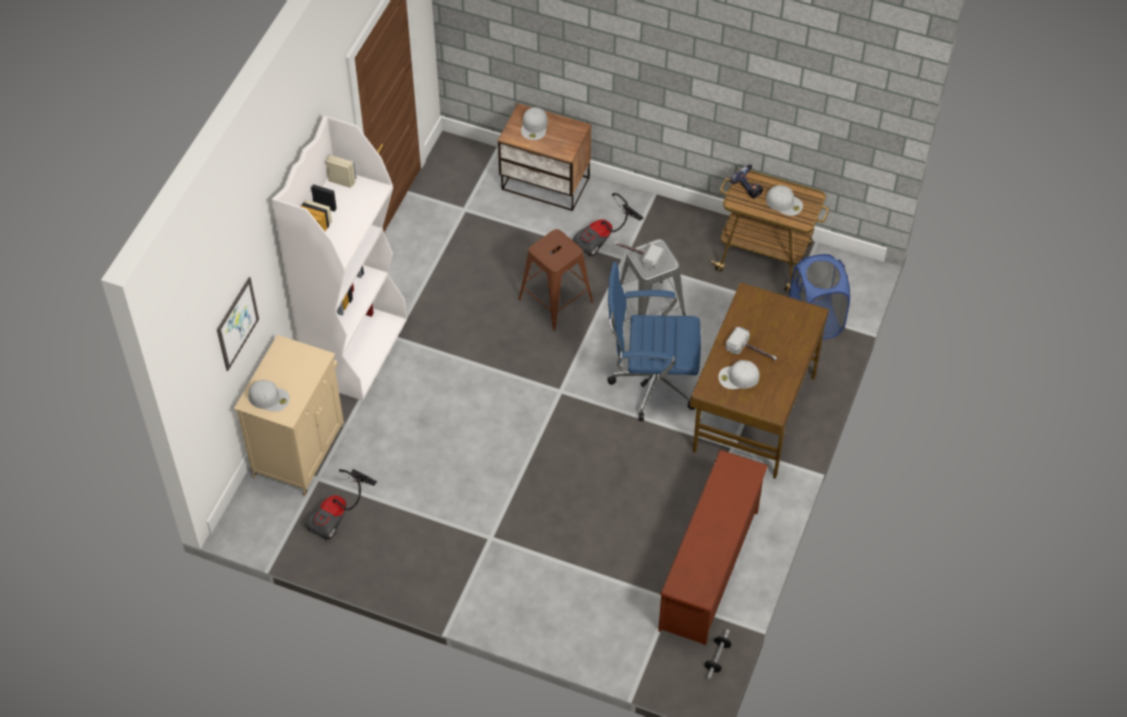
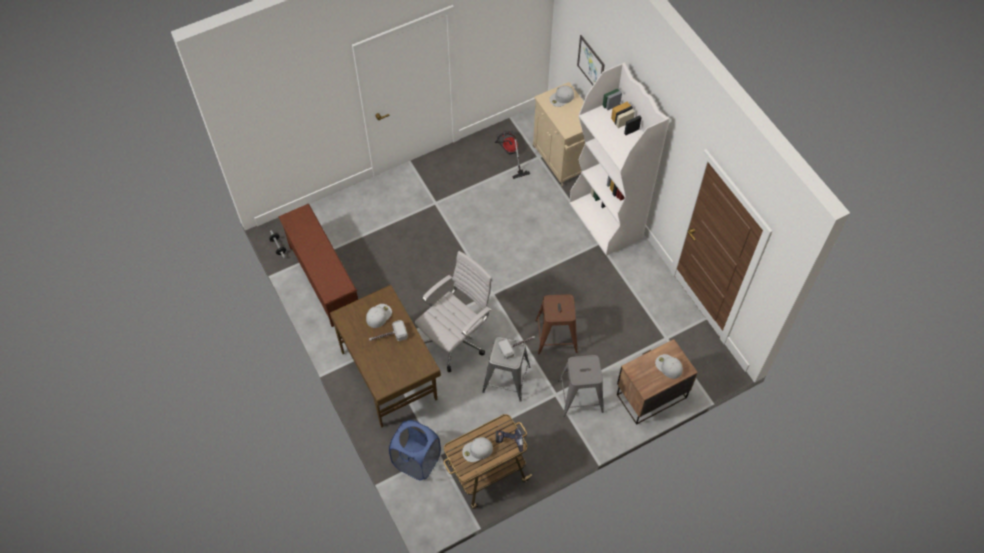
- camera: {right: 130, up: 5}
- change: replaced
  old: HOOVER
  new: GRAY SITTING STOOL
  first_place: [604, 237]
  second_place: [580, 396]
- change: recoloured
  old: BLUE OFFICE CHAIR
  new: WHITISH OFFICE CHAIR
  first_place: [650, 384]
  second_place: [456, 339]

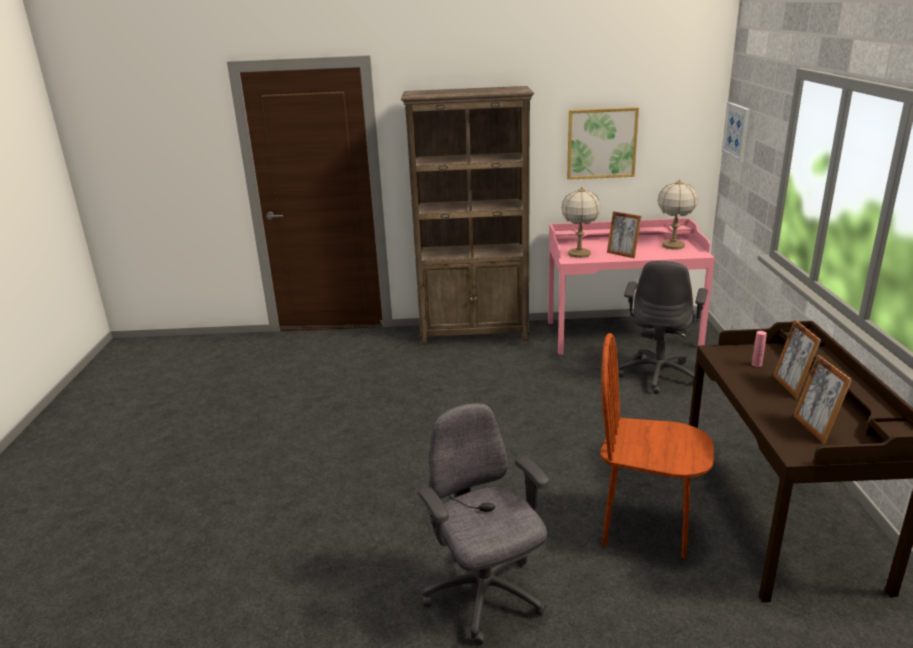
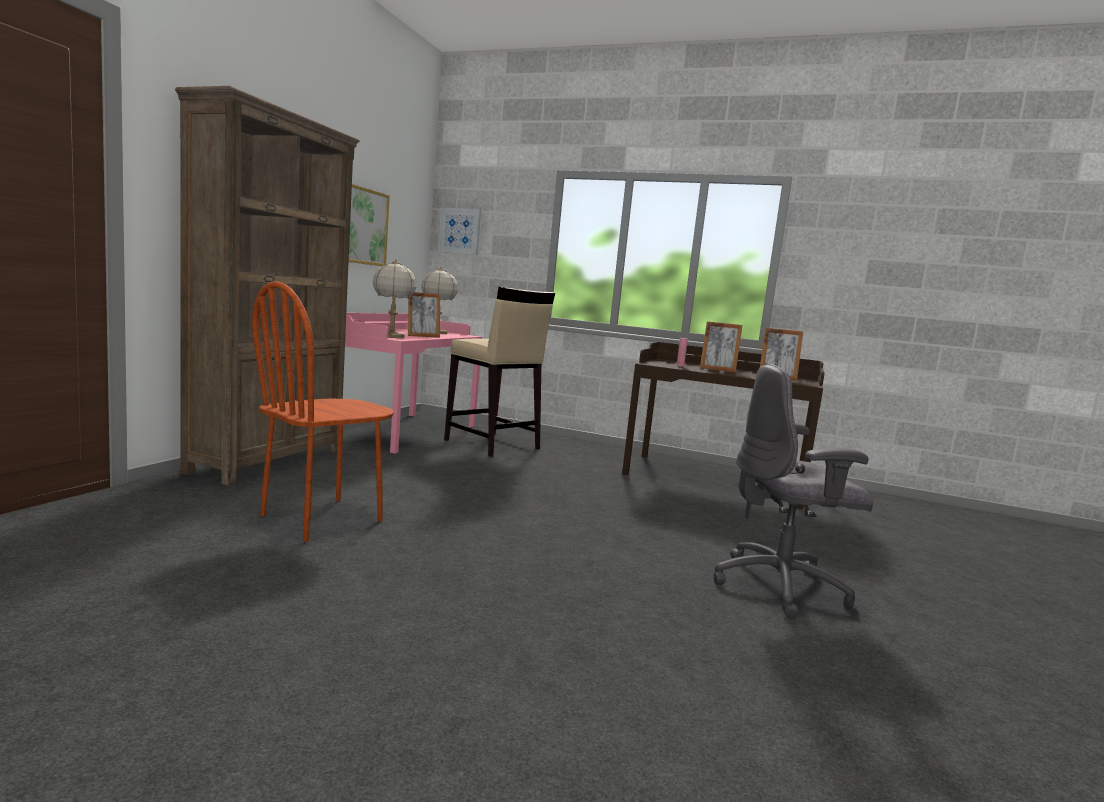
- camera: {right: -70, up: -15}
- change: moved
  old: BROWN-COLOURED PLAIN CHAIR
  first_place: [645, 527]
  second_place: [322, 518]
- change: replaced
  old: GRAY OFFICE CHAIR
  new: SAND-COLOURED SITTING STOOL
  first_place: [658, 374]
  second_place: [492, 444]

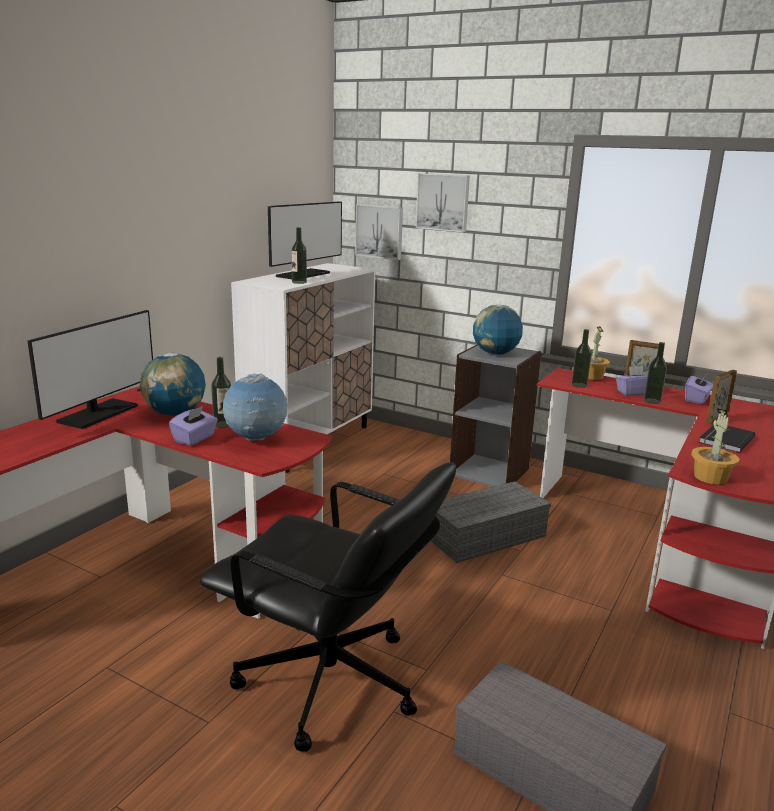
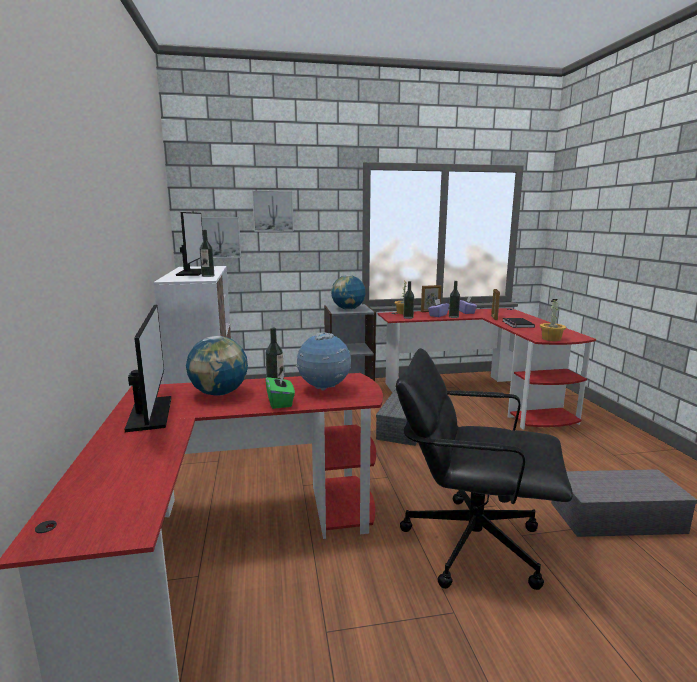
- camera: {right: -40, up: -5}
- change: recoloured
  old: PURPLE-COLOURED BOX OF TISSUES
  new: GREEN-COLOURED BOX OF TISSUES
  first_place: [195, 438]
  second_place: [280, 402]
- change: turned
  old: BLACKISH OFFICE CHAIR
  first_place: [330, 683]
  second_place: [471, 542]
  degrees: -150

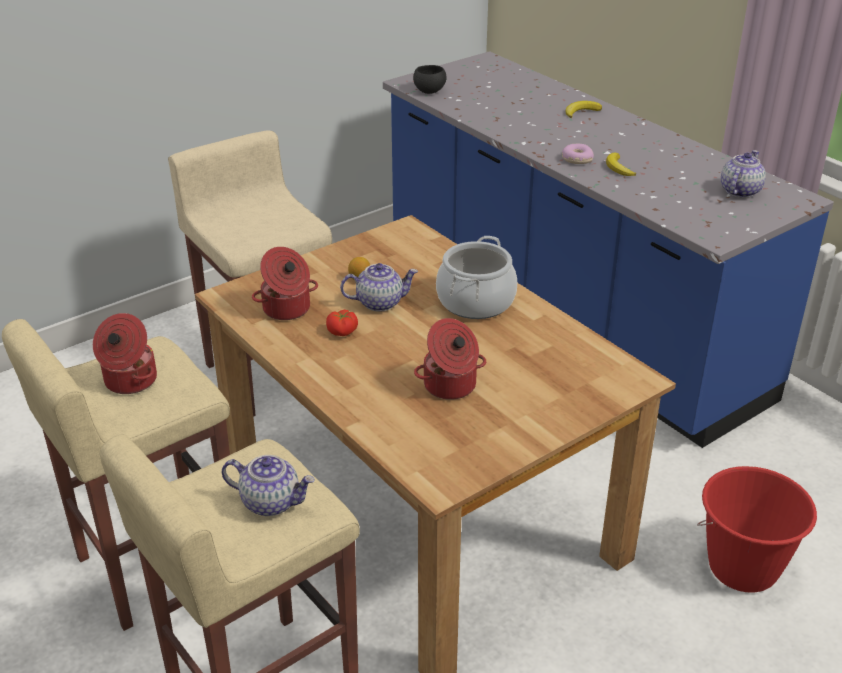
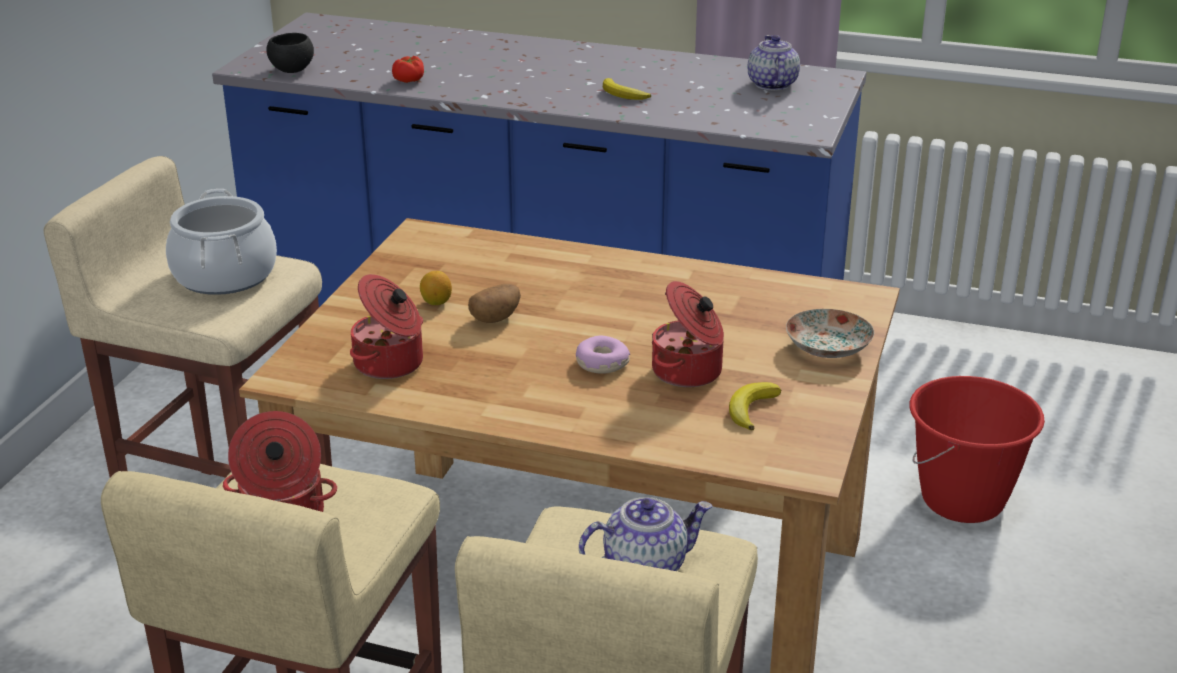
- camera: {right: -35, up: -5}
- change: added
  new: FLAT DISH
  second_place: [827, 349]
- change: moved
  old: FRESH TOMATO
  first_place: [342, 332]
  second_place: [410, 80]
- change: moved
  old: STOCKPOT
  first_place: [475, 301]
  second_place: [224, 275]
- change: moved
  old: RING DOUGHNUT
  first_place: [576, 159]
  second_place: [601, 363]
- change: moved
  old: BANANA FRUIT
  first_place: [581, 112]
  second_place: [751, 409]
- change: replaced
  old: TEA POT
  new: POTATO
  first_place: [380, 302]
  second_place: [495, 318]

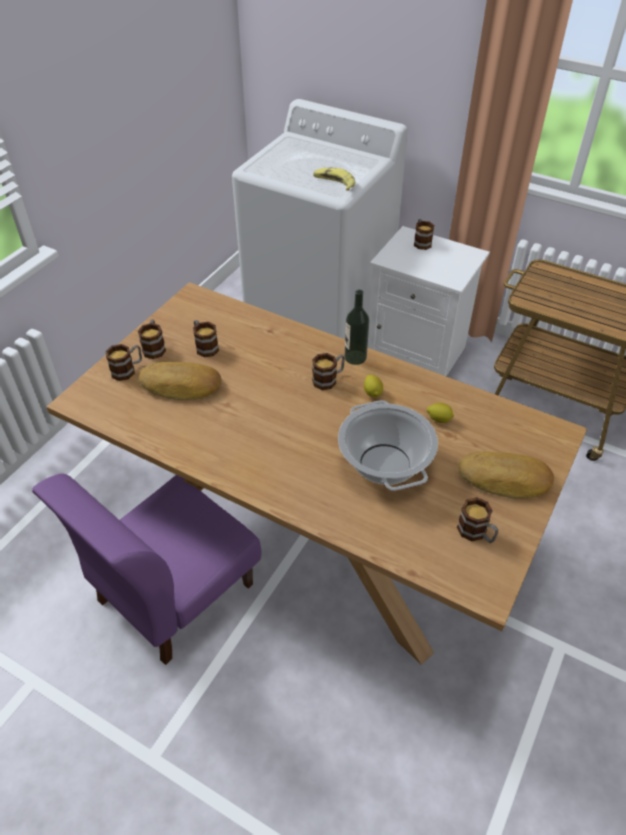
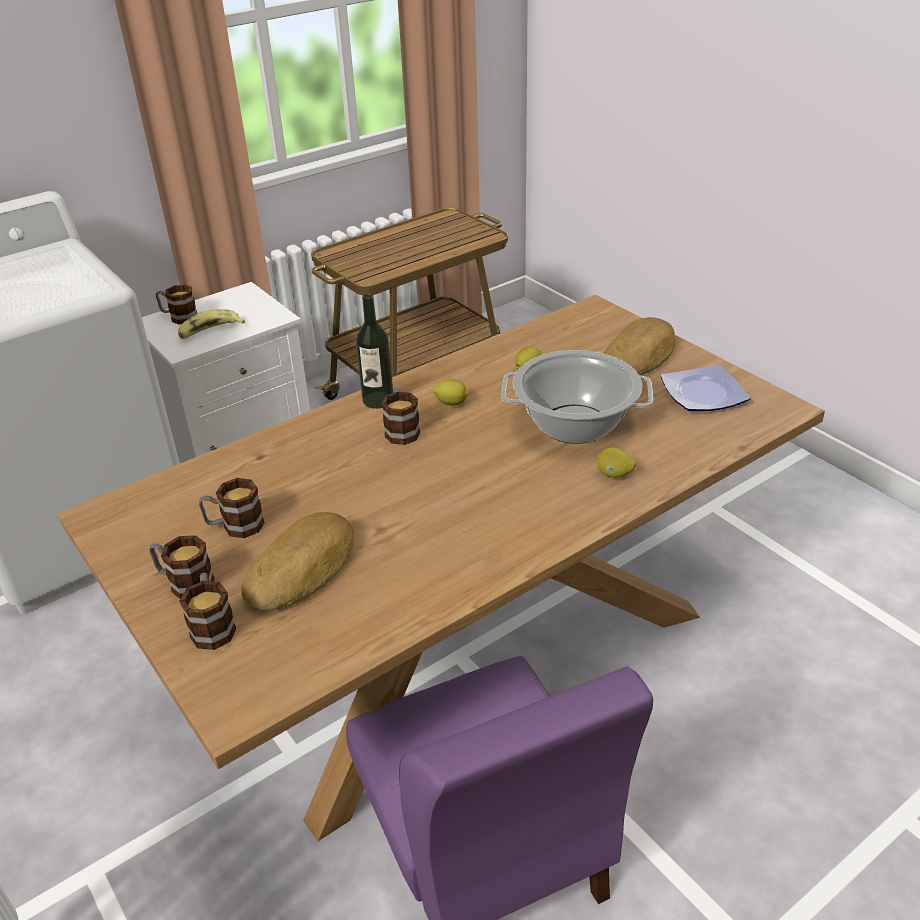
- camera: {right: -65, up: -10}
- change: added
  new: CITRUS FRUIT
  second_place: [614, 475]
- change: moved
  old: BANANA FRUIT
  first_place: [334, 183]
  second_place: [210, 331]
- change: replaced
  old: MUG
  new: FLAT DISH
  first_place: [476, 533]
  second_place: [704, 393]

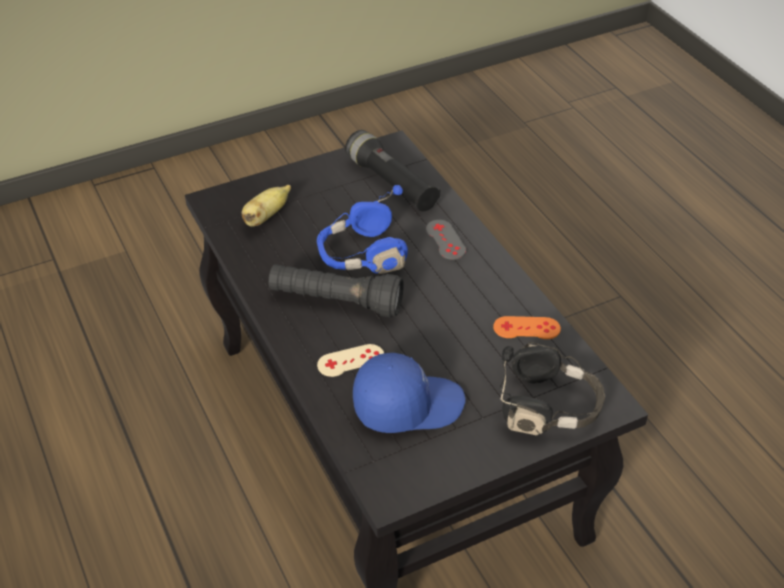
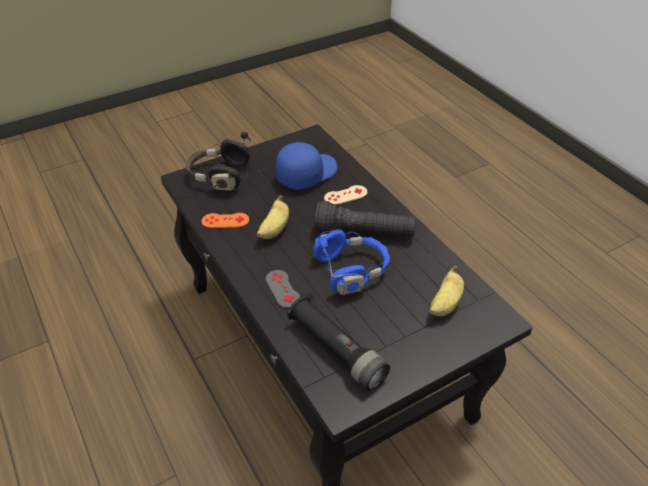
- camera: {right: 175, up: 0}
- change: added
  new: BANANA FRUIT
  second_place: [274, 230]
- change: turned
  old: BLUE BASEBALL CAP
  first_place: [408, 405]
  second_place: [306, 173]
  degrees: 150

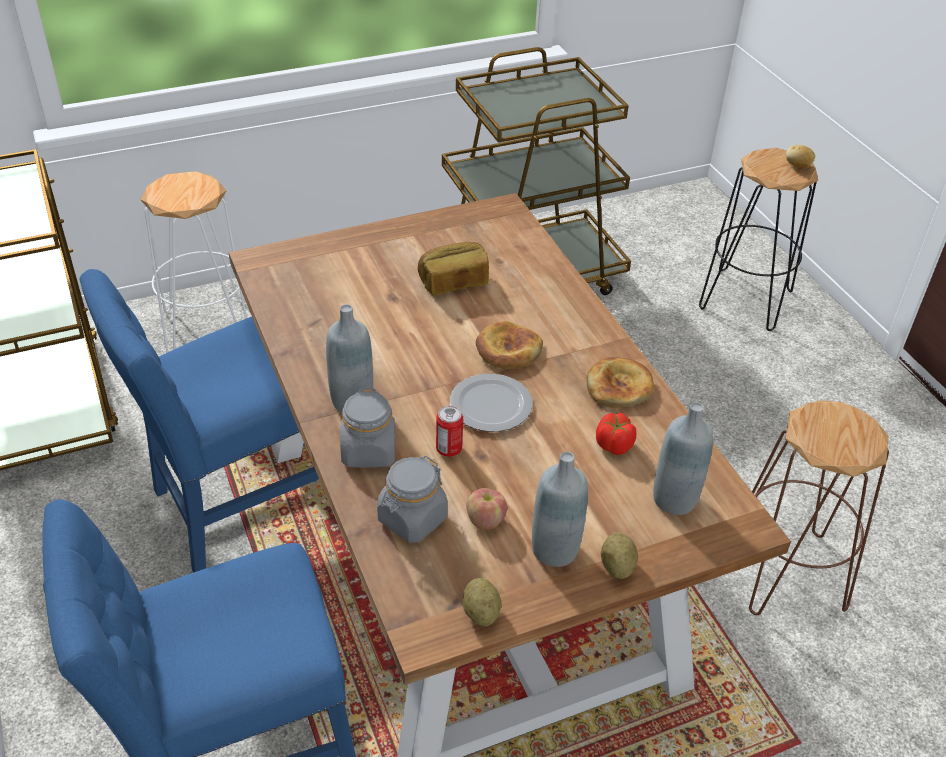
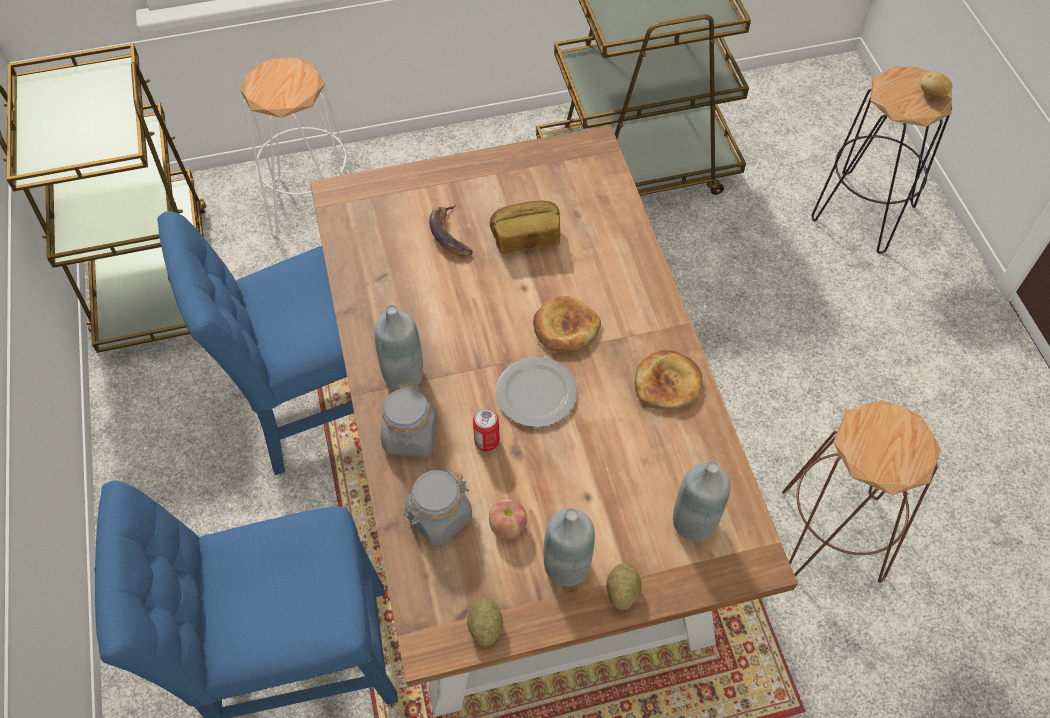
- camera: {right: 10, up: 15}
- change: removed
  old: FRESH TOMATO
  first_place: [614, 445]
- change: added
  new: BANANA FRUIT
  second_place: [449, 234]

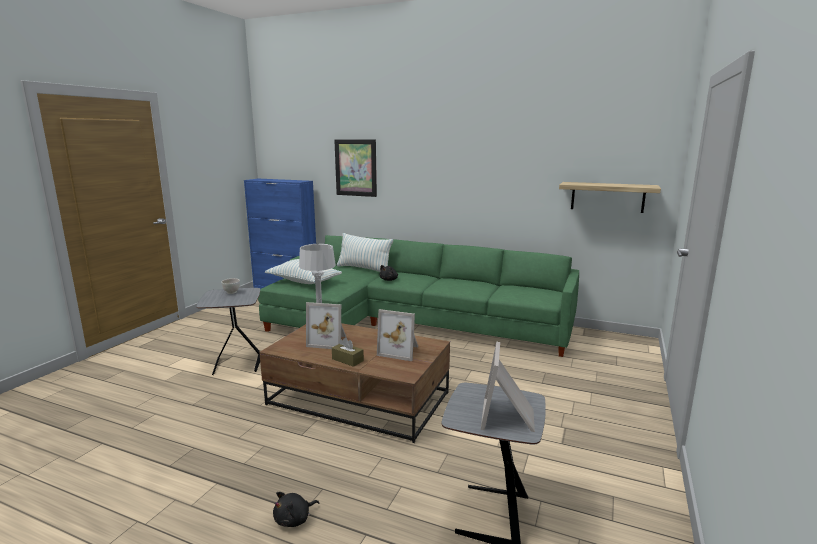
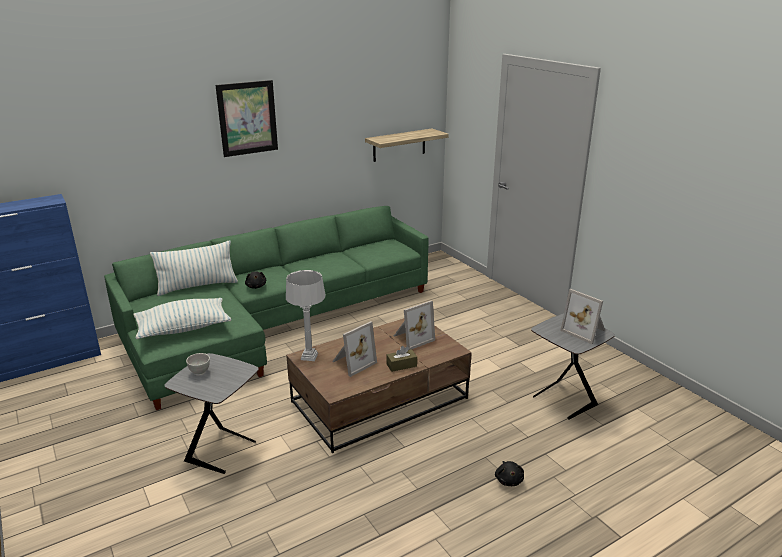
- camera: {right: -55, up: 10}
- change: moved
  old: WALL ART
  first_place: [356, 168]
  second_place: [247, 118]

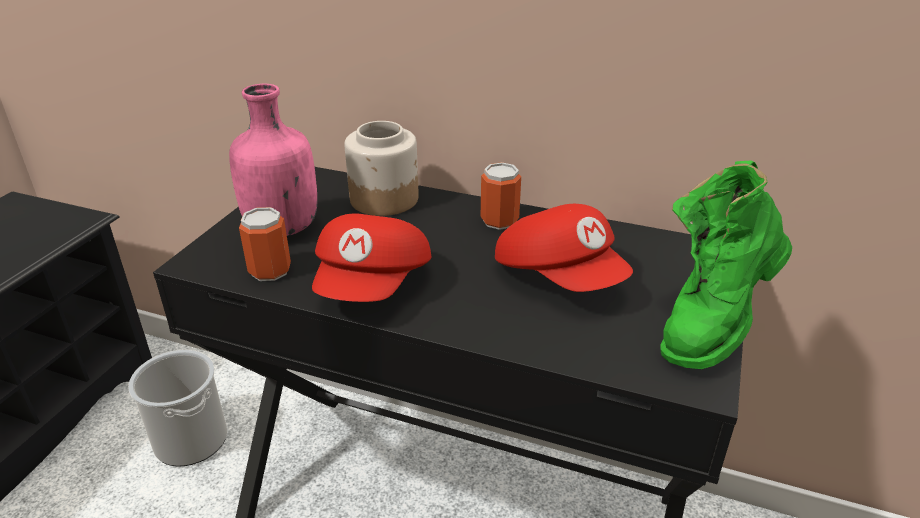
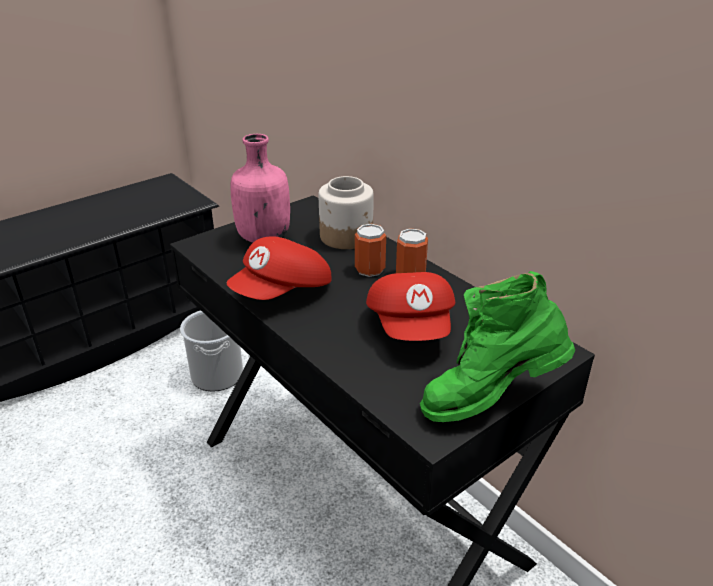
- camera: {right: 30, up: 0}
- change: moved
  old: CAN
  first_place: [270, 271]
  second_place: [370, 269]

